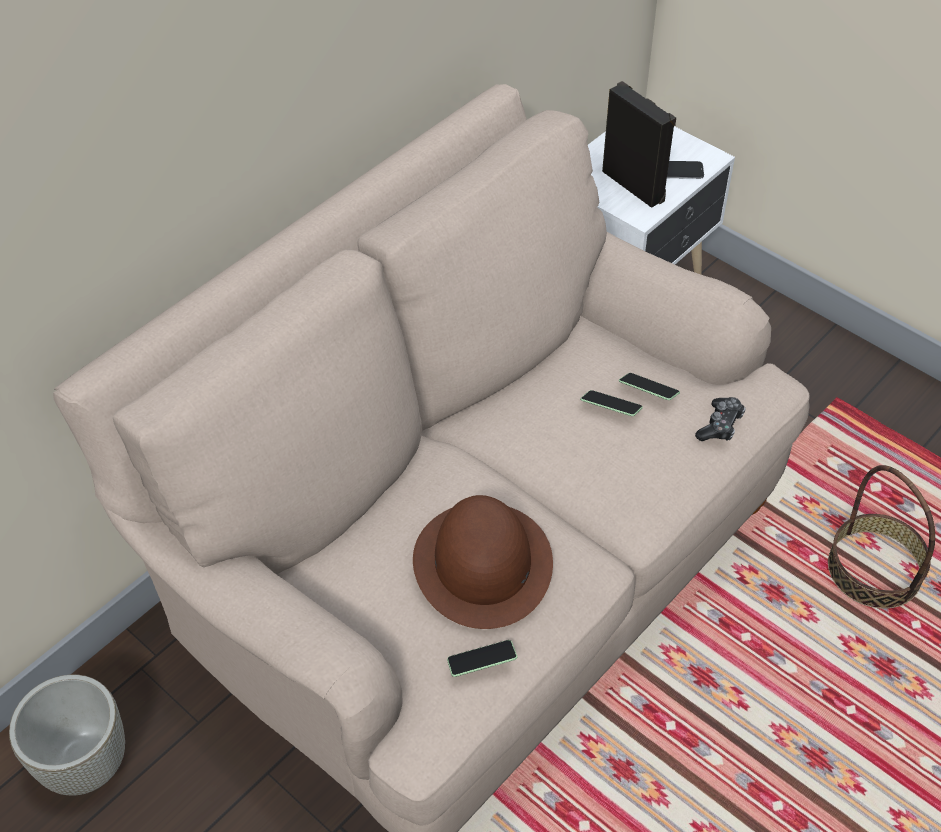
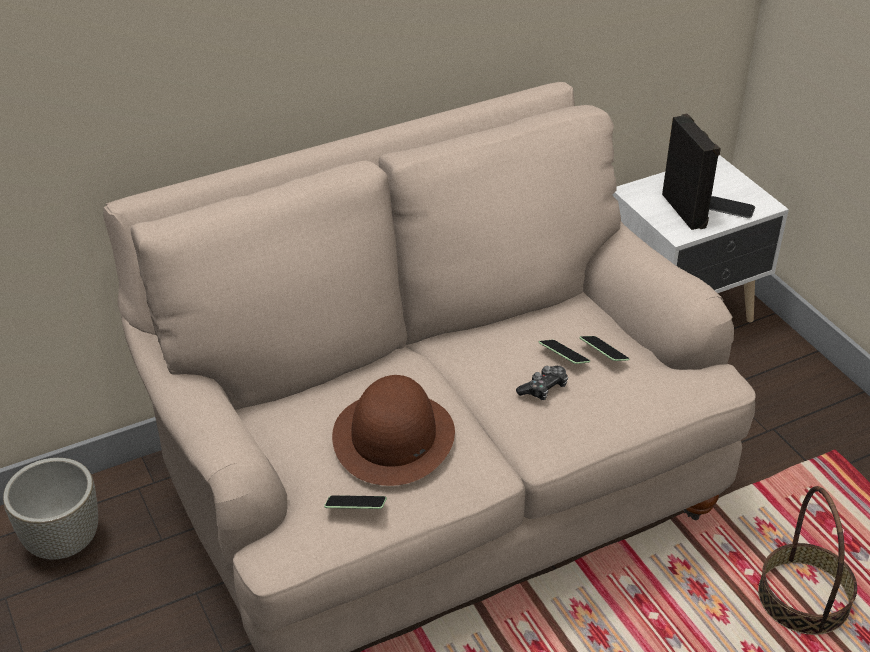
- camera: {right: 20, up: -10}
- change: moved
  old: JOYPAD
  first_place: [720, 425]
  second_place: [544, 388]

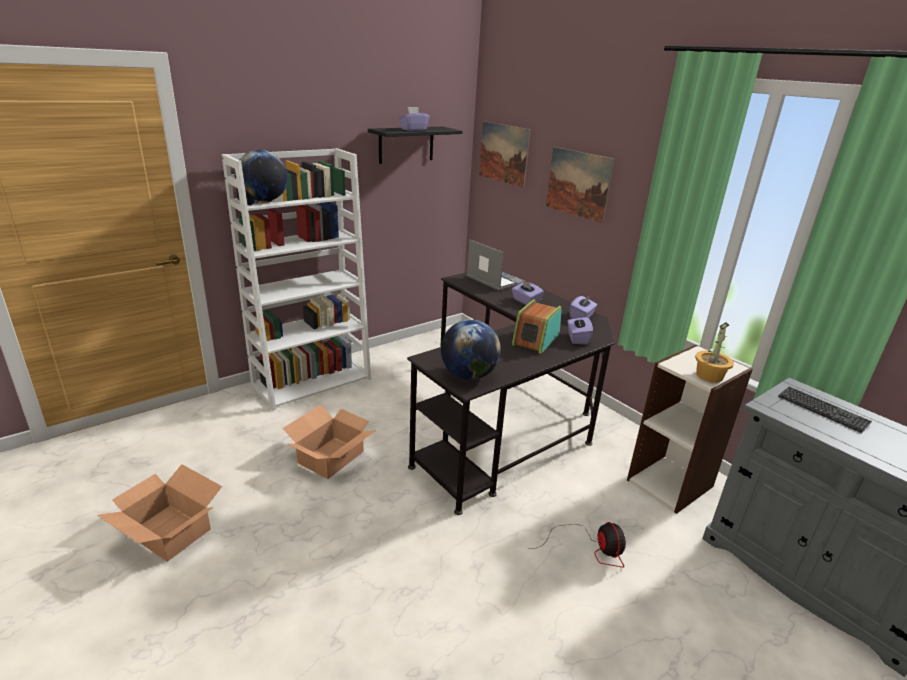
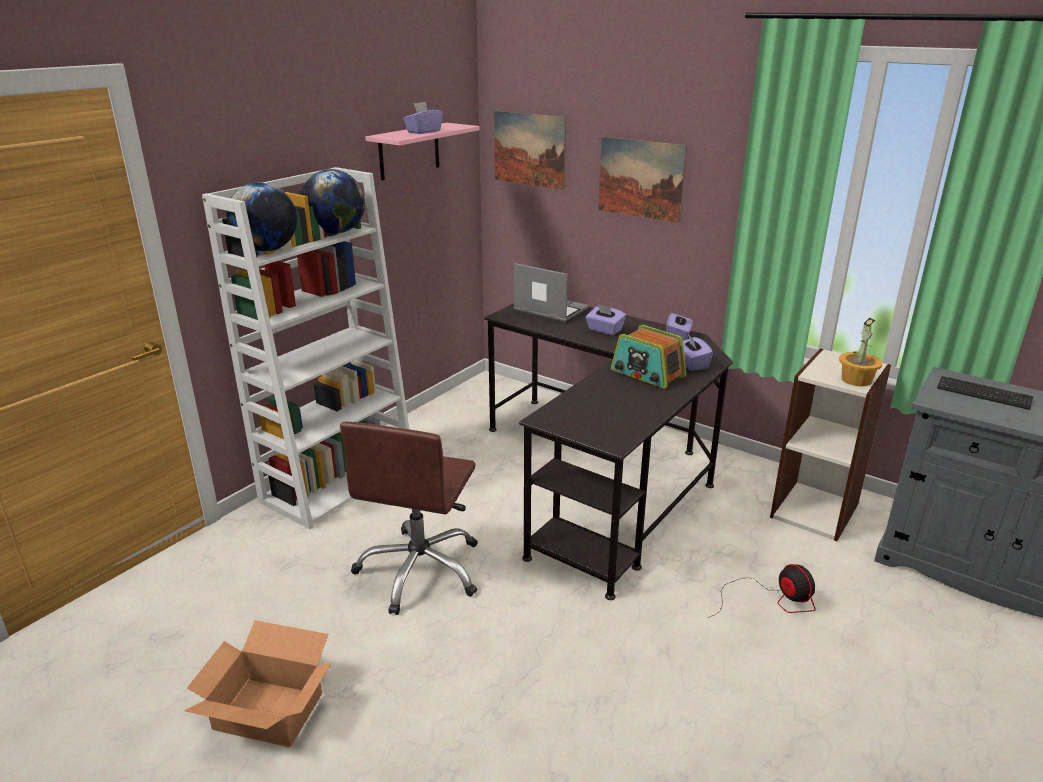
- camera: {right: -15, up: 0}
- change: moved
  old: DESK GLOBE
  first_place: [468, 375]
  second_place: [336, 232]
- change: replaced
  old: PACKING BOX
  new: BROWN-COLOURED OFFICE CHAIR
  first_place: [330, 457]
  second_place: [420, 570]
- change: recoloured
  old: BLACKISH BRACKET SHELF
  new: PINK-COLOURED BRACKET SHELF
  first_place: [406, 144]
  second_place: [409, 151]
- change: turned
  old: RADIO SET
  first_place: [535, 339]
  second_place: [647, 373]
  degrees: -60

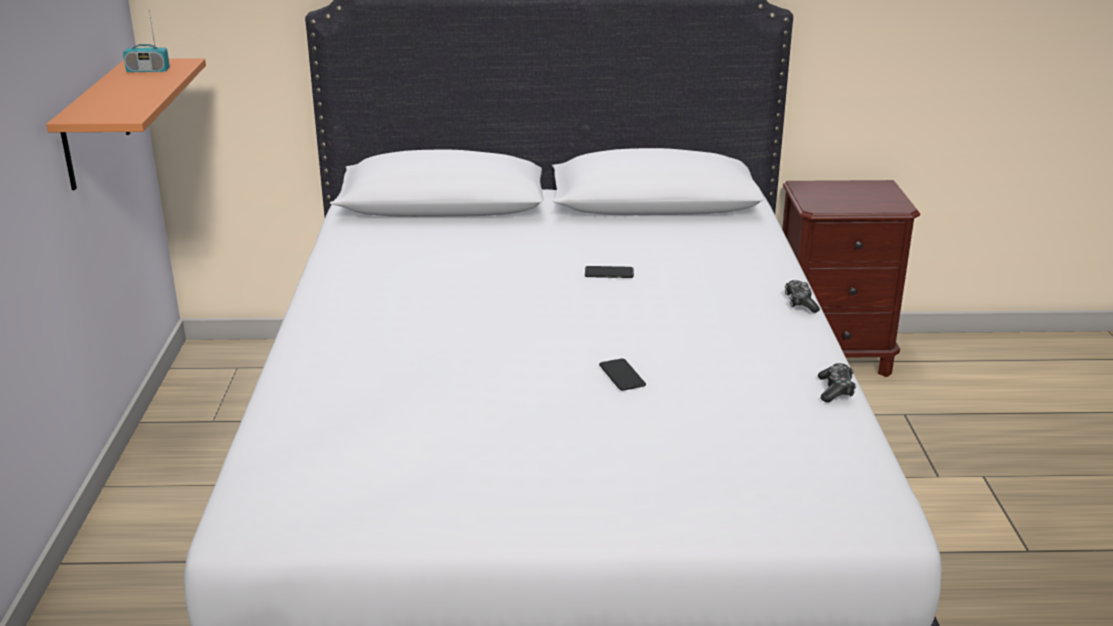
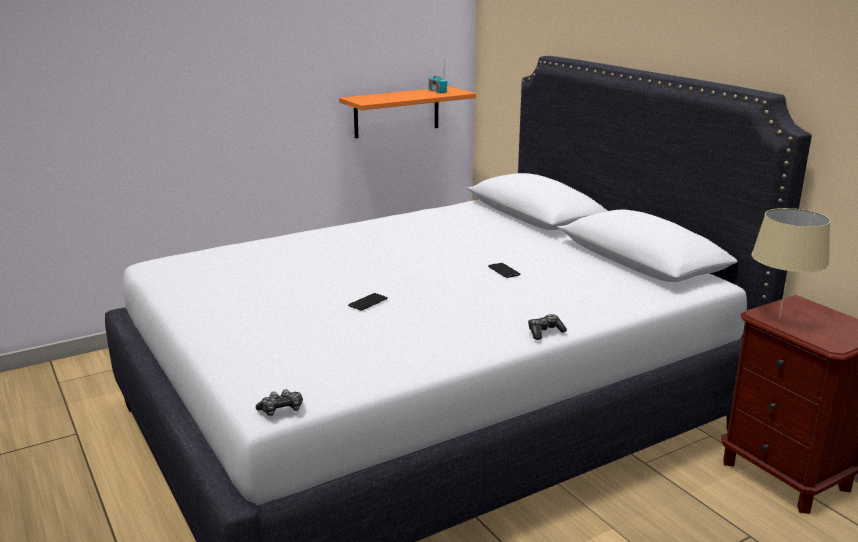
- camera: {right: 60, up: -5}
- change: added
  new: SAND-COLOURED TABLE LAMP
  second_place: [780, 318]
- change: moved
  old: JOYPAD
  first_place: [836, 390]
  second_place: [281, 410]

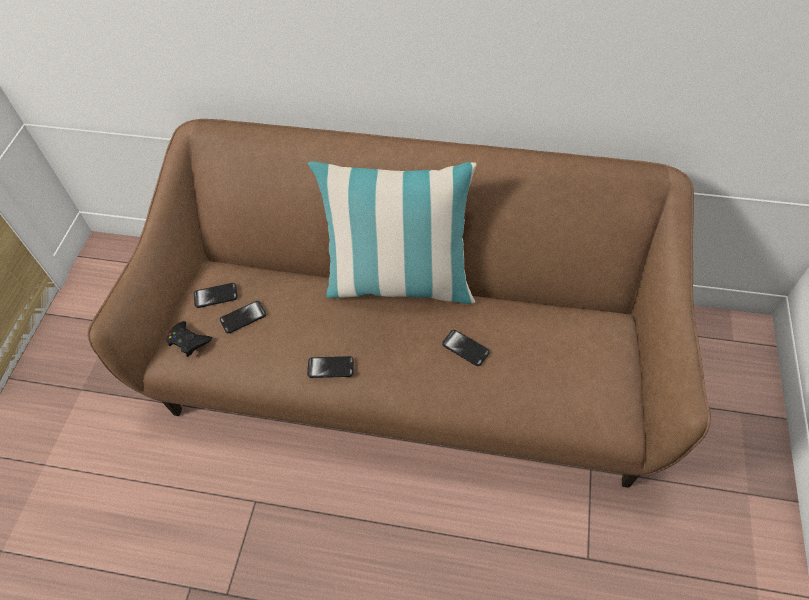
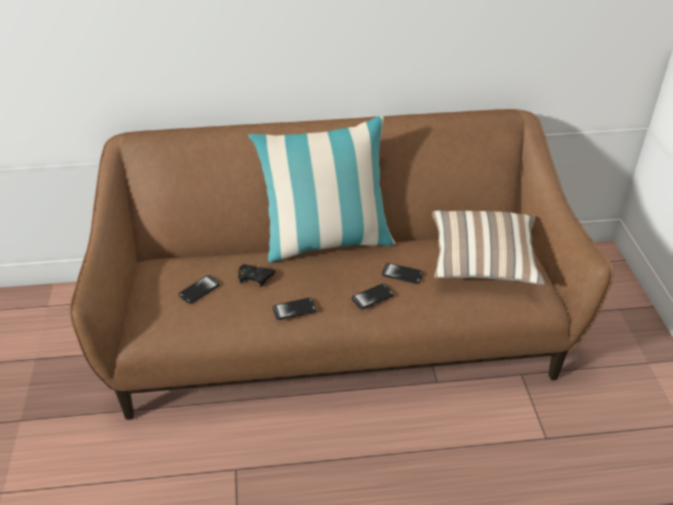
- camera: {right: -20, up: -15}
- change: added
  new: THROW PILLOW
  second_place: [483, 263]
- change: moved
  old: BLACKISH JOYPAD
  first_place: [188, 341]
  second_place: [255, 277]
- change: moved
  old: HANDSET
  first_place: [216, 296]
  second_place: [372, 297]

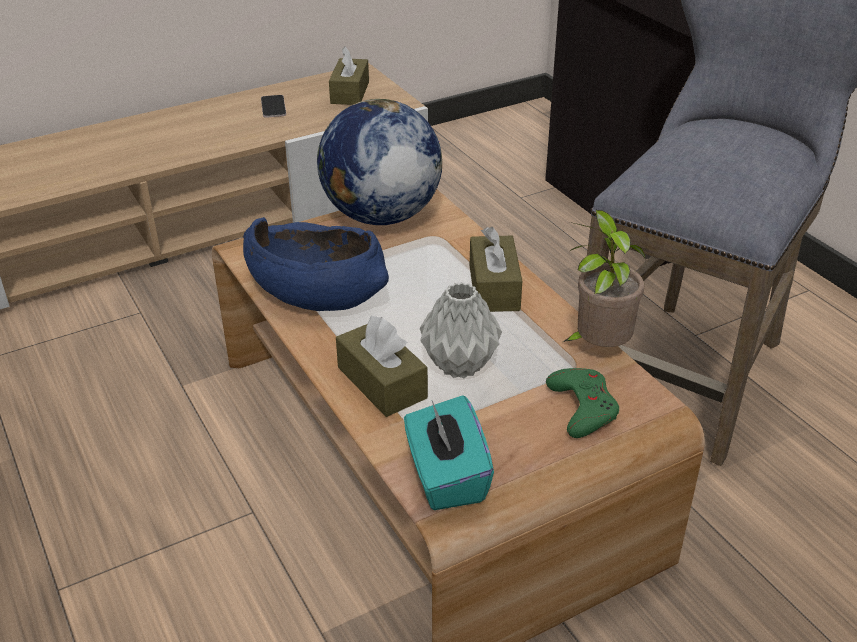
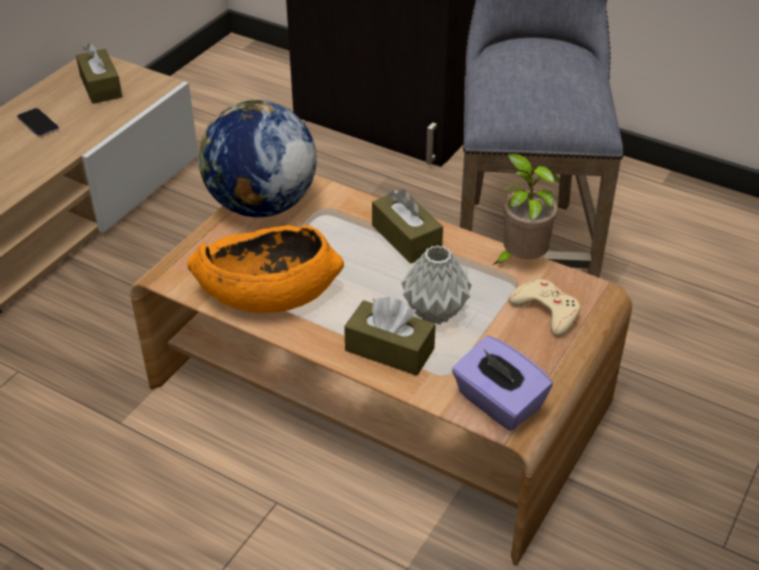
- camera: {right: -30, up: 5}
- change: recoloured
  old: BLUE DEEP DISH
  new: ORANGE-COLOURED DEEP DISH
  first_place: [315, 290]
  second_place: [267, 292]
- change: recoloured
  old: BLUE-GREEN BOX OF TISSUES
  new: PURPLE-COLOURED BOX OF TISSUES
  first_place: [446, 477]
  second_place: [498, 402]
- change: recoloured
  old: GREEN-COLOURED JOYPAD
  new: SAND-COLOURED JOYPAD
  first_place: [582, 407]
  second_place: [546, 311]

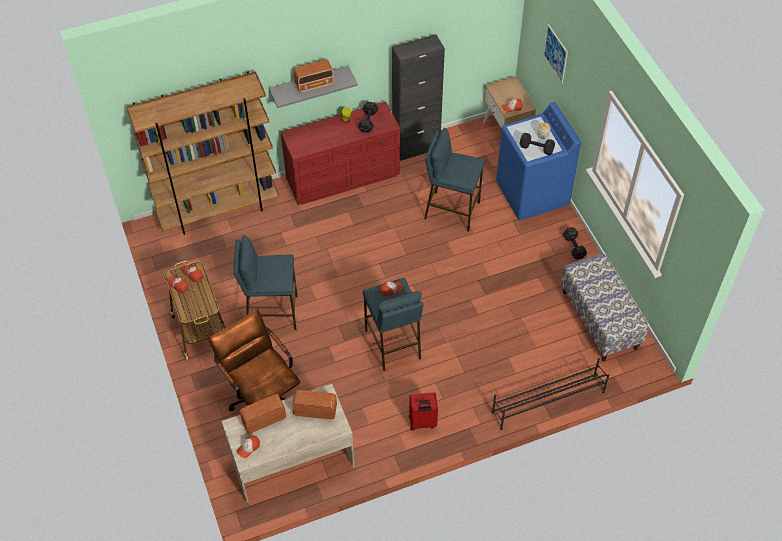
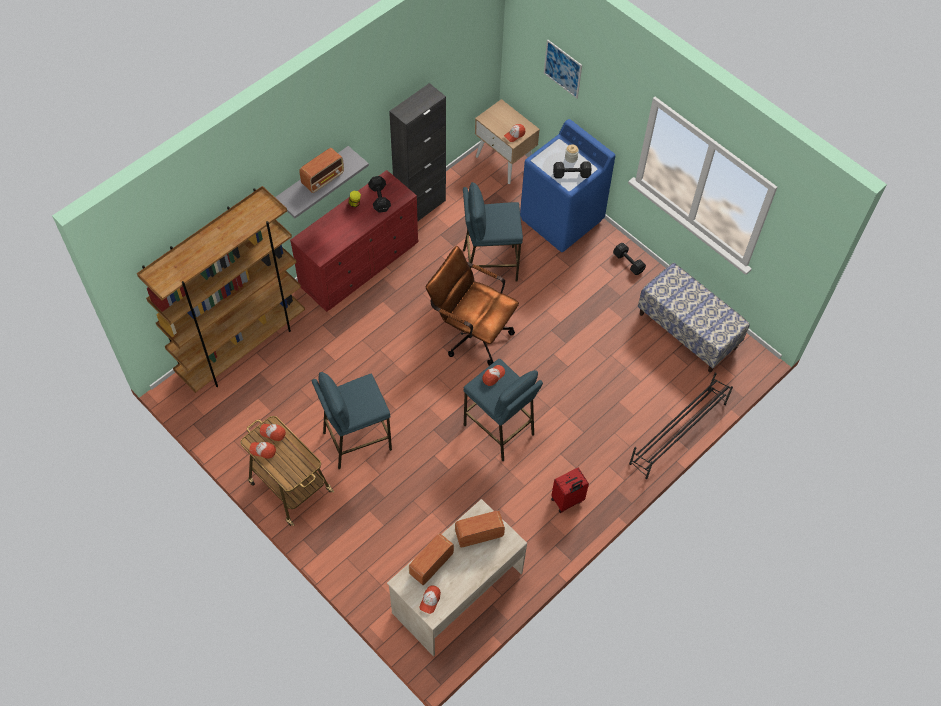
- camera: {right: -25, up: 5}
- change: moved
  old: BROWN-COLOURED OFFICE CHAIR
  first_place: [261, 394]
  second_place: [471, 332]

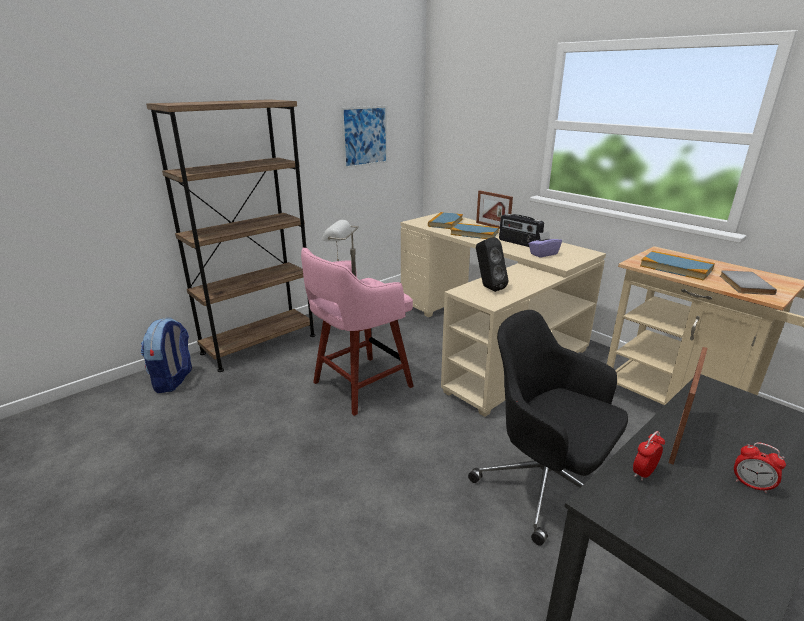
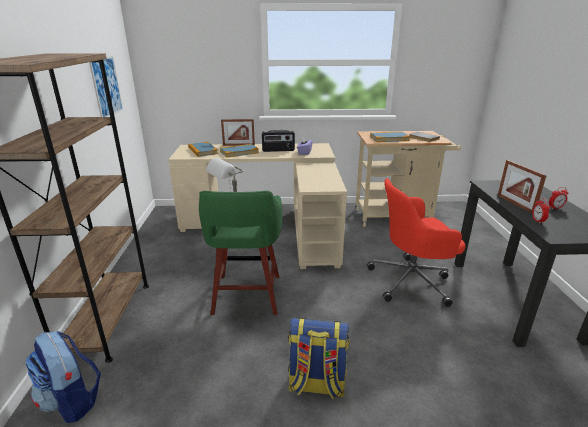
- camera: {right: -50, up: 0}
- change: removed
  old: BLACKISH AUDIO SPEAKER
  first_place: [488, 287]
- change: added
  new: KNAPSACK
  second_place: [316, 385]
- change: recoloured
  old: PINK-COLOURED SITTING STOOL
  new: GREEN-COLOURED SITTING STOOL
  first_place: [360, 385]
  second_place: [246, 296]
- change: recoloured
  old: BLACKISH OFFICE CHAIR
  new: RED-COLOURED OFFICE CHAIR
  first_place: [545, 485]
  second_place: [412, 281]

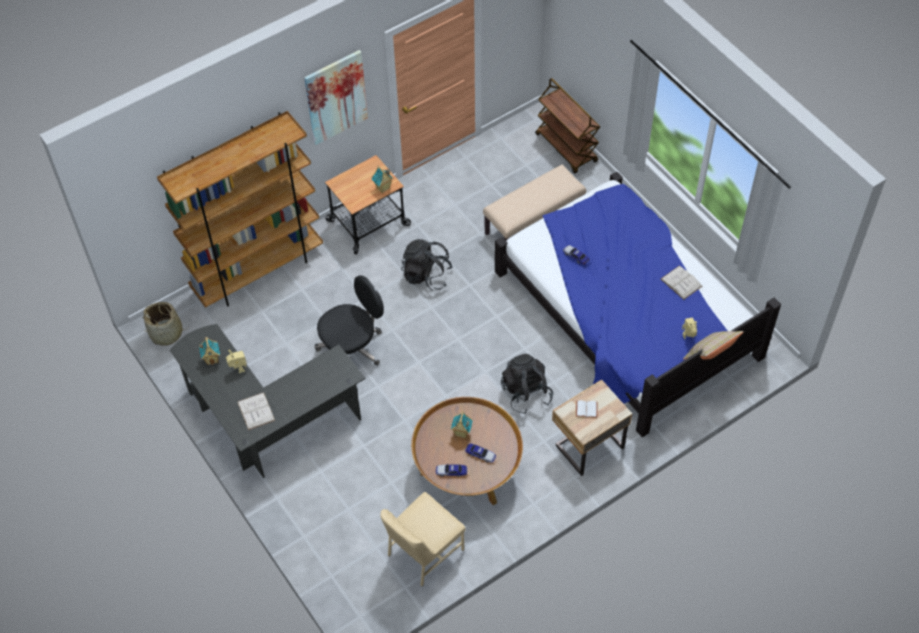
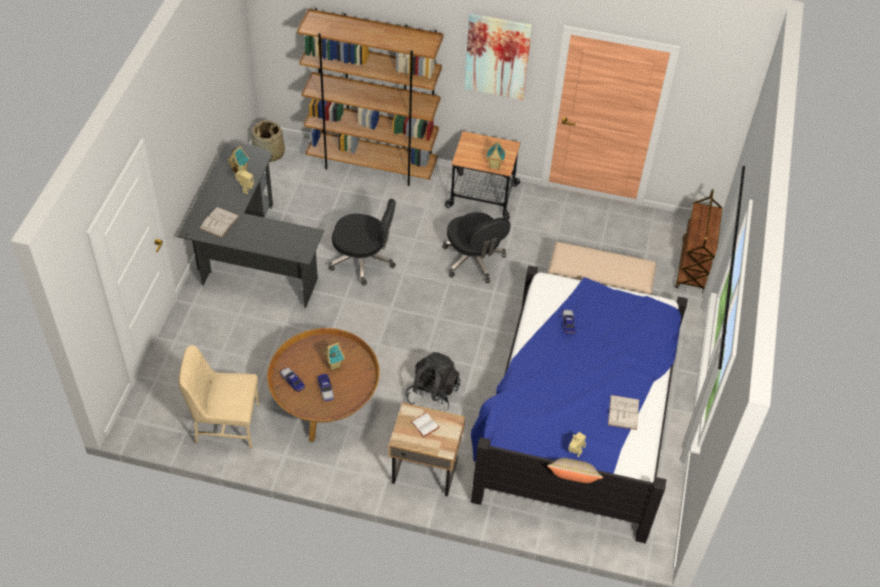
- camera: {right: 45, up: -5}
- change: replaced
  old: BLACKISH KNAPSACK
  new: BLACKISH OFFICE CHAIR
  first_place: [426, 275]
  second_place: [474, 260]

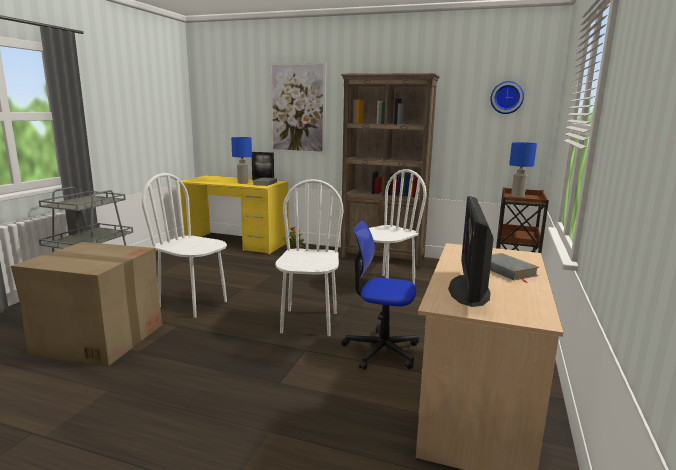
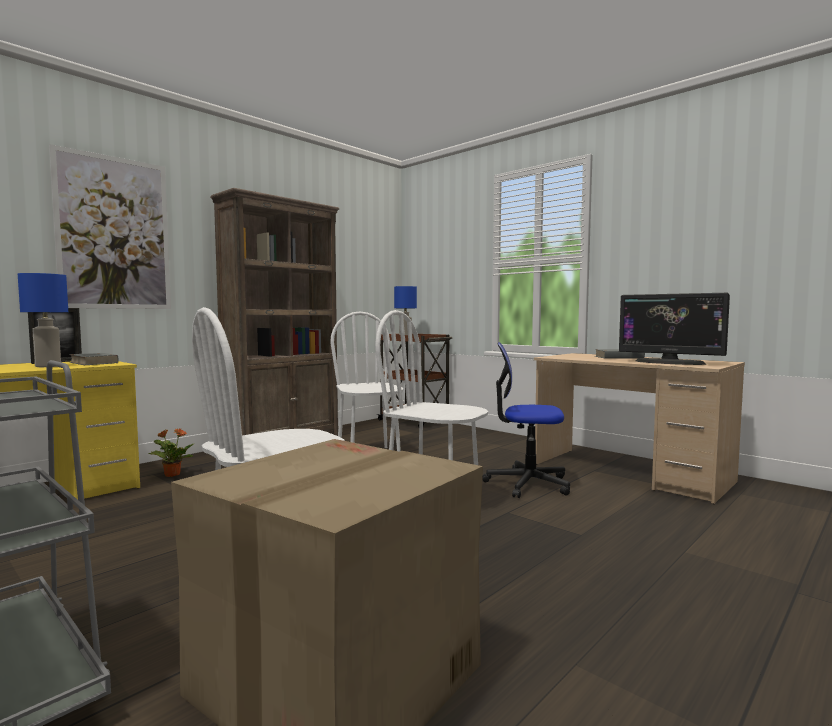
- camera: {right: -65, up: -10}
- change: removed
  old: WALL CLOCK
  first_place: [507, 97]
- change: turned
  old: OFFICE CHAIR
  first_place: [381, 350]
  second_place: [527, 483]
  degrees: 60

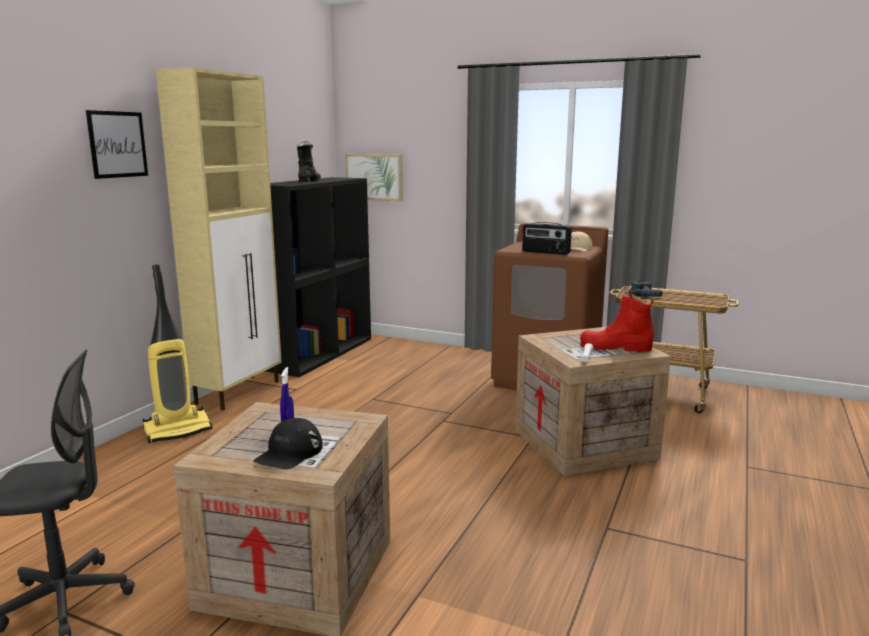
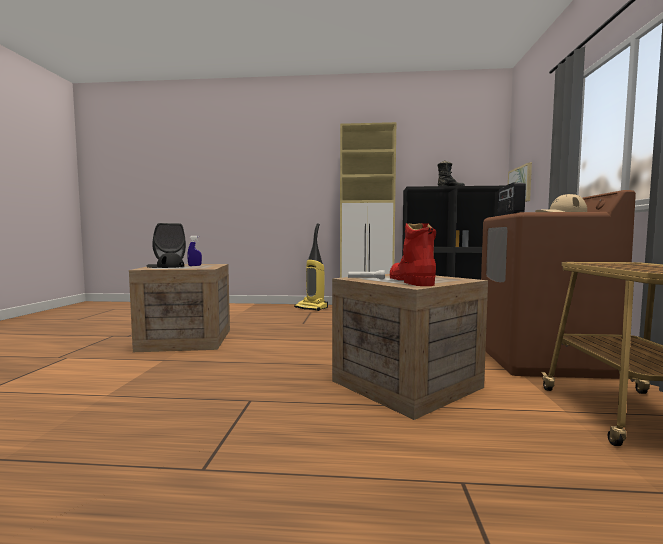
- camera: {right: 70, up: -10}
- change: removed
  old: WALL ART
  first_place: [117, 144]
- change: removed
  old: POWER DRILL
  first_place: [640, 294]

